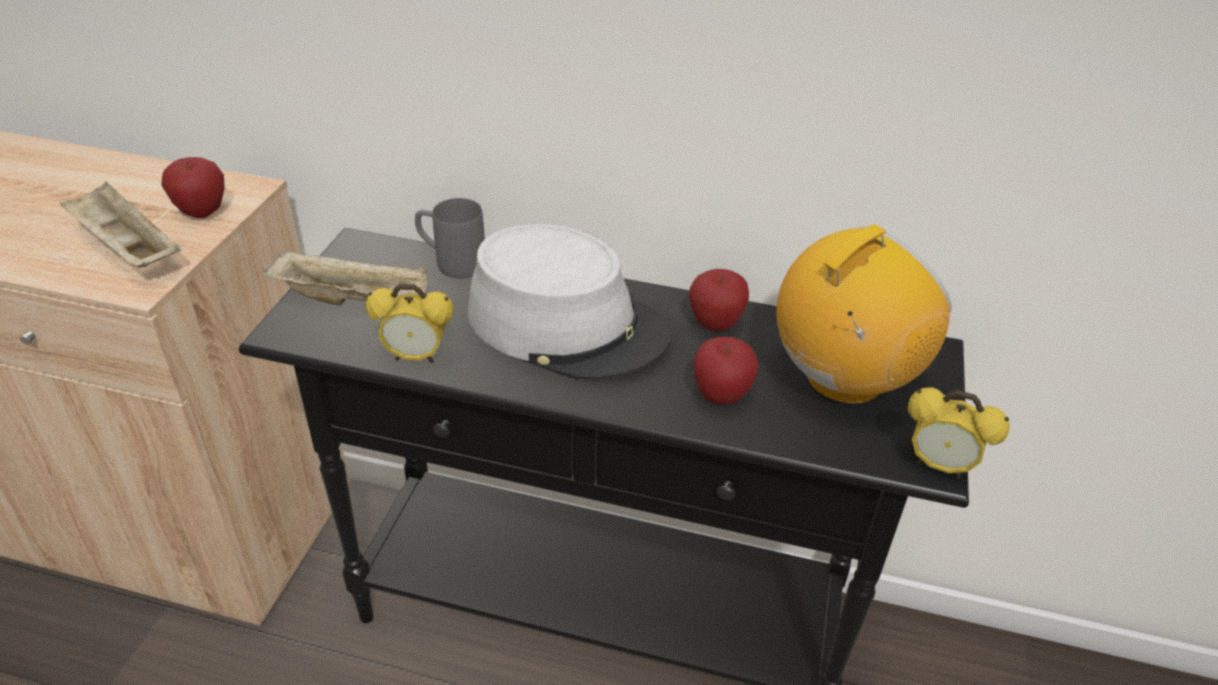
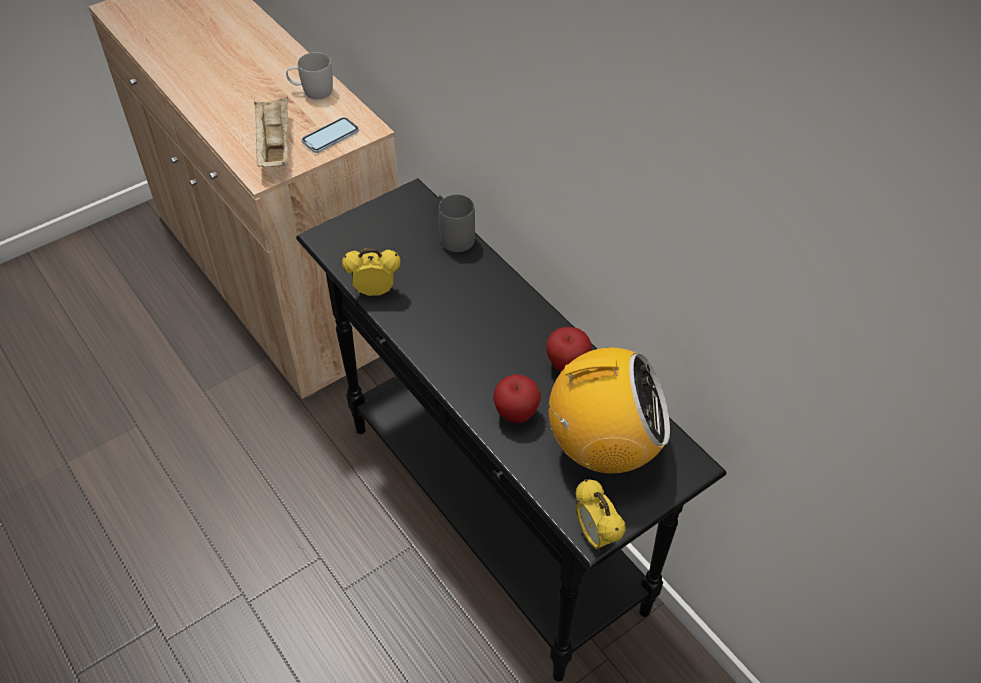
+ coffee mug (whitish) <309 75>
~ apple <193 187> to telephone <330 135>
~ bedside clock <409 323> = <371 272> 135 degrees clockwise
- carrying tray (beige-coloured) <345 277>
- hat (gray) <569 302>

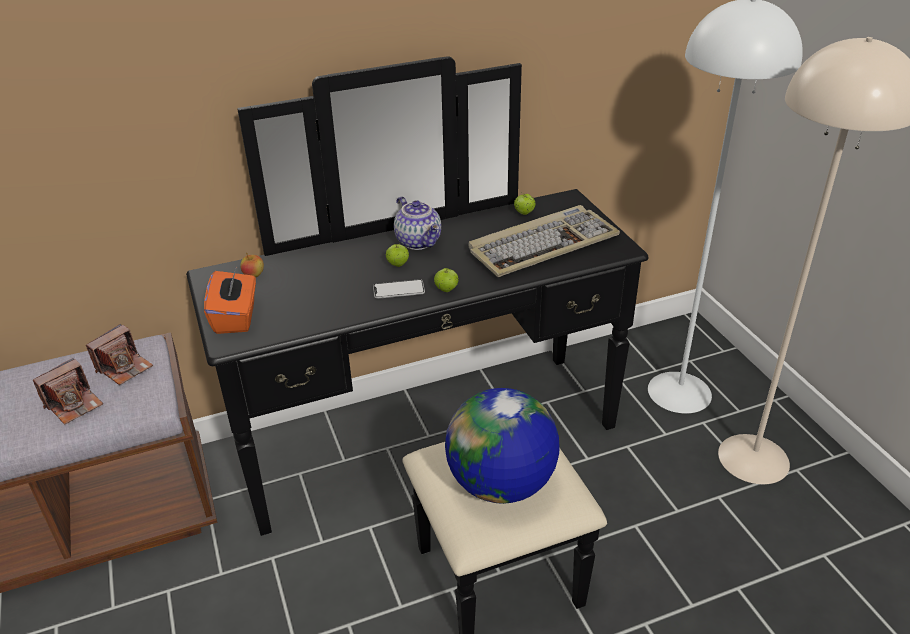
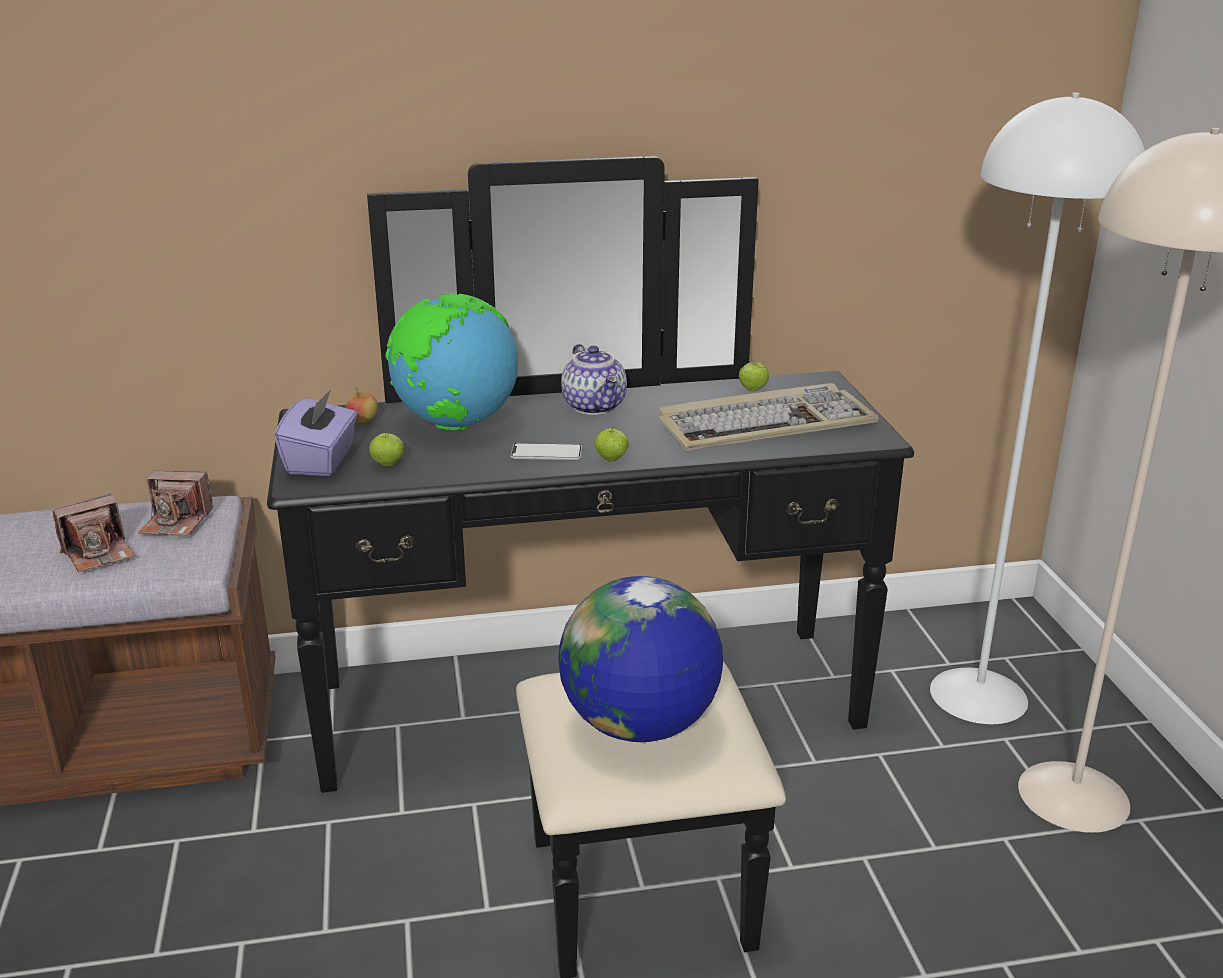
~ photo camera <119 354> = <176 503> 45 degrees clockwise
~ box of tissues (orange-coloured) <230 300> to box of tissues (purplish) <316 432>
~ apple <397 255> to <386 449>
+ desk globe <452 361>

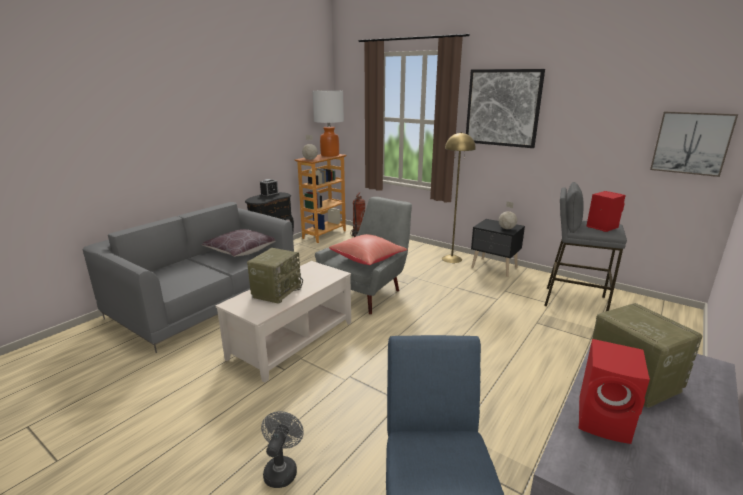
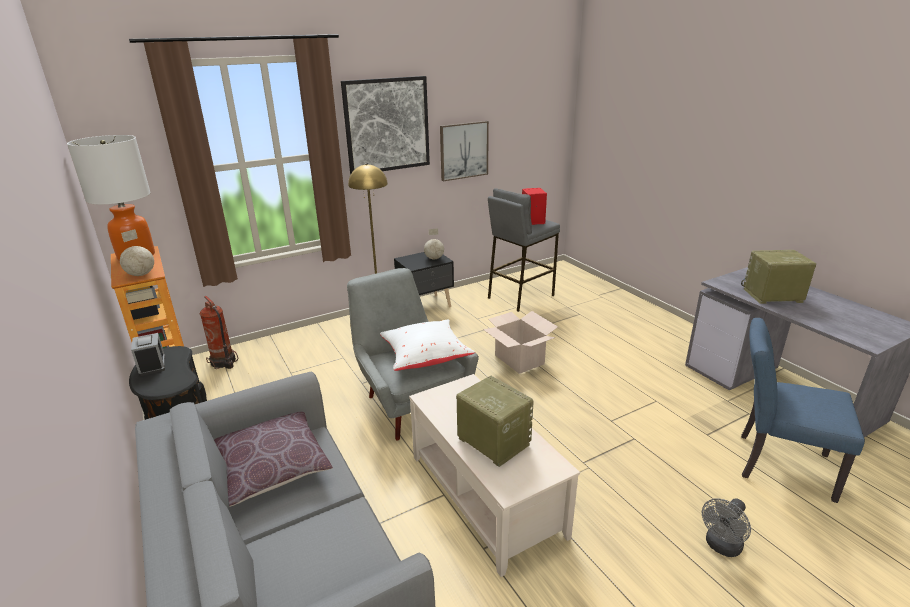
~ cushion (reddish) <368 249> to cushion (whitish) <427 345>
~ wall picture <694 144> to <464 151>
+ cardboard box <520 342>
~ electric fan (gray) <282 449> = <726 527> 75 degrees counterclockwise
- audio speaker (reddish) <614 391>

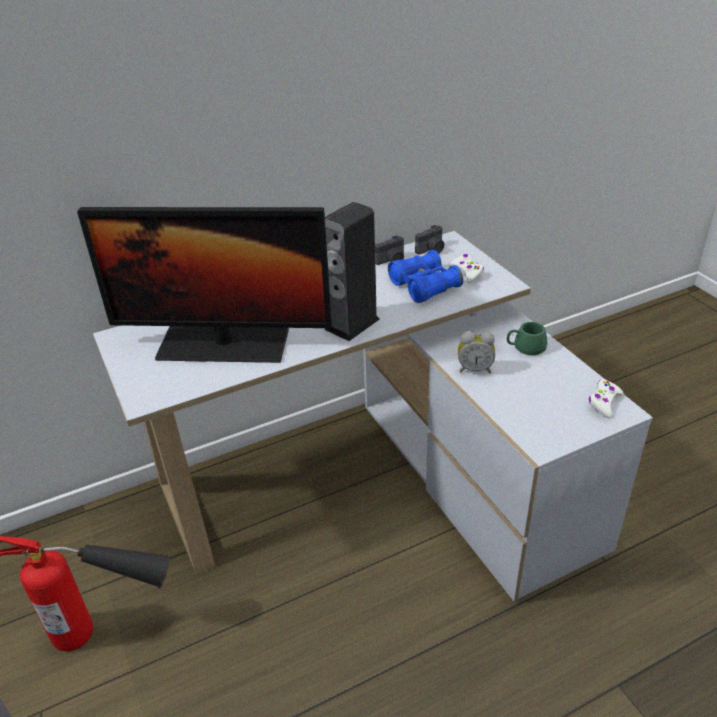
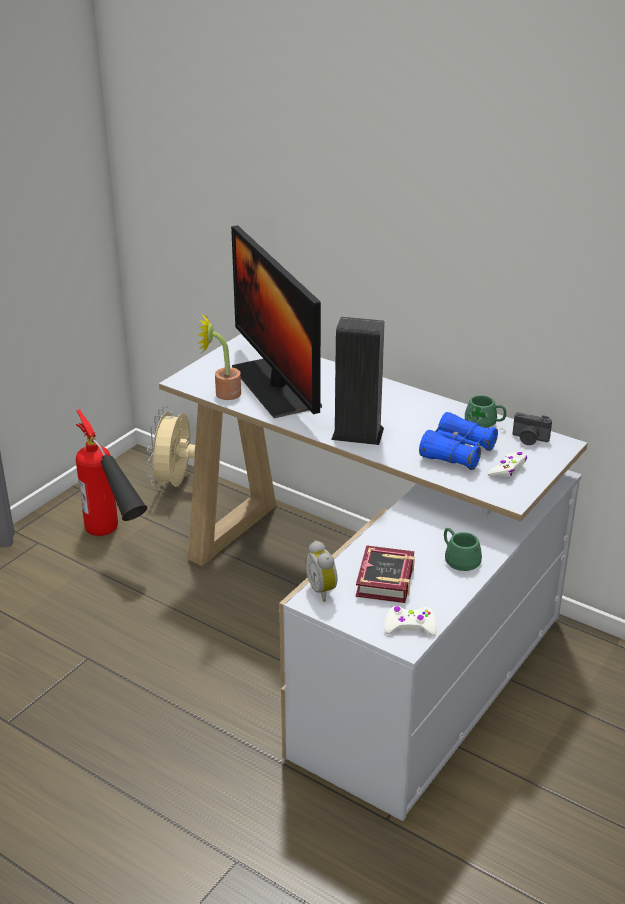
+ electric fan (beige-coloured) <171 448>
+ houseplant <219 356>
~ bedside clock <476 352> to <321 571>
+ bound book <385 574>
~ photo camera <389 250> to coffee mug (green-coloured) <485 411>

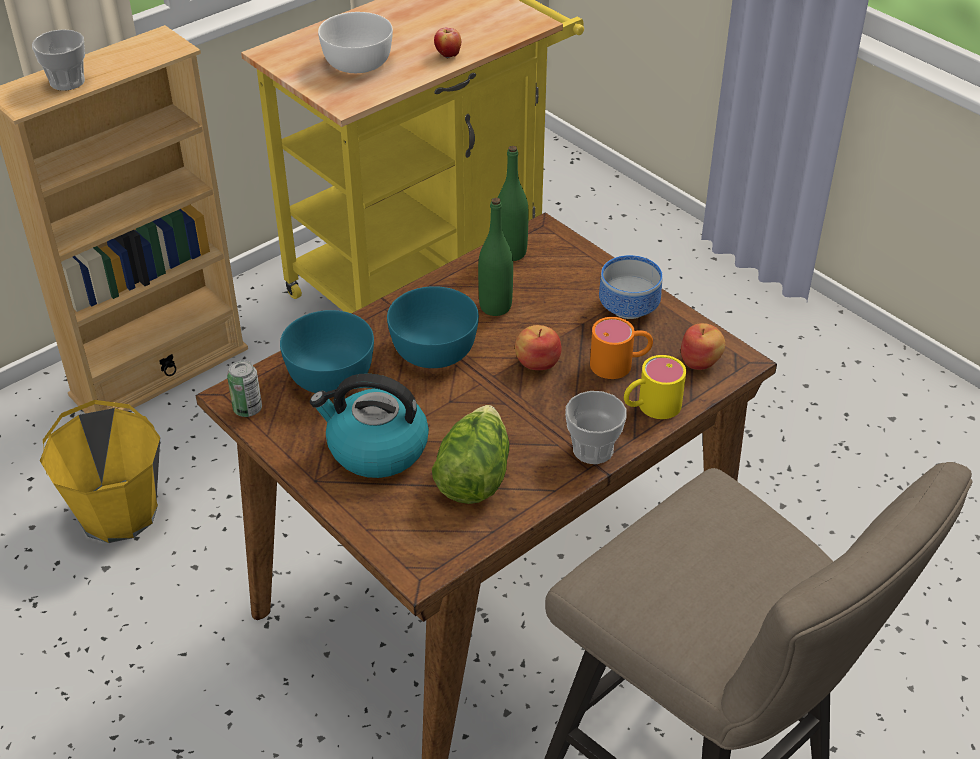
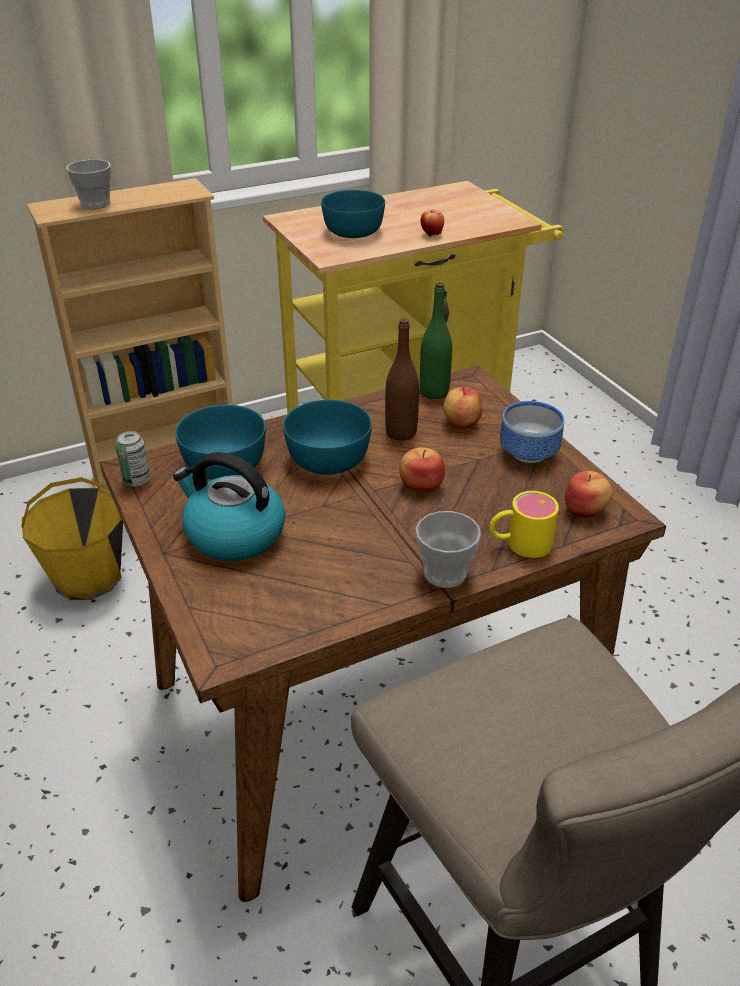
~ bowl (whitish) <355 42> to bowl (turquoise) <353 214>
~ beverage bottle (green-coloured) <495 257> to beverage bottle (brownish) <402 380>
+ apple <463 408>
- lettuce head <470 454>
- coffee mug (orange-coloured) <621 348>

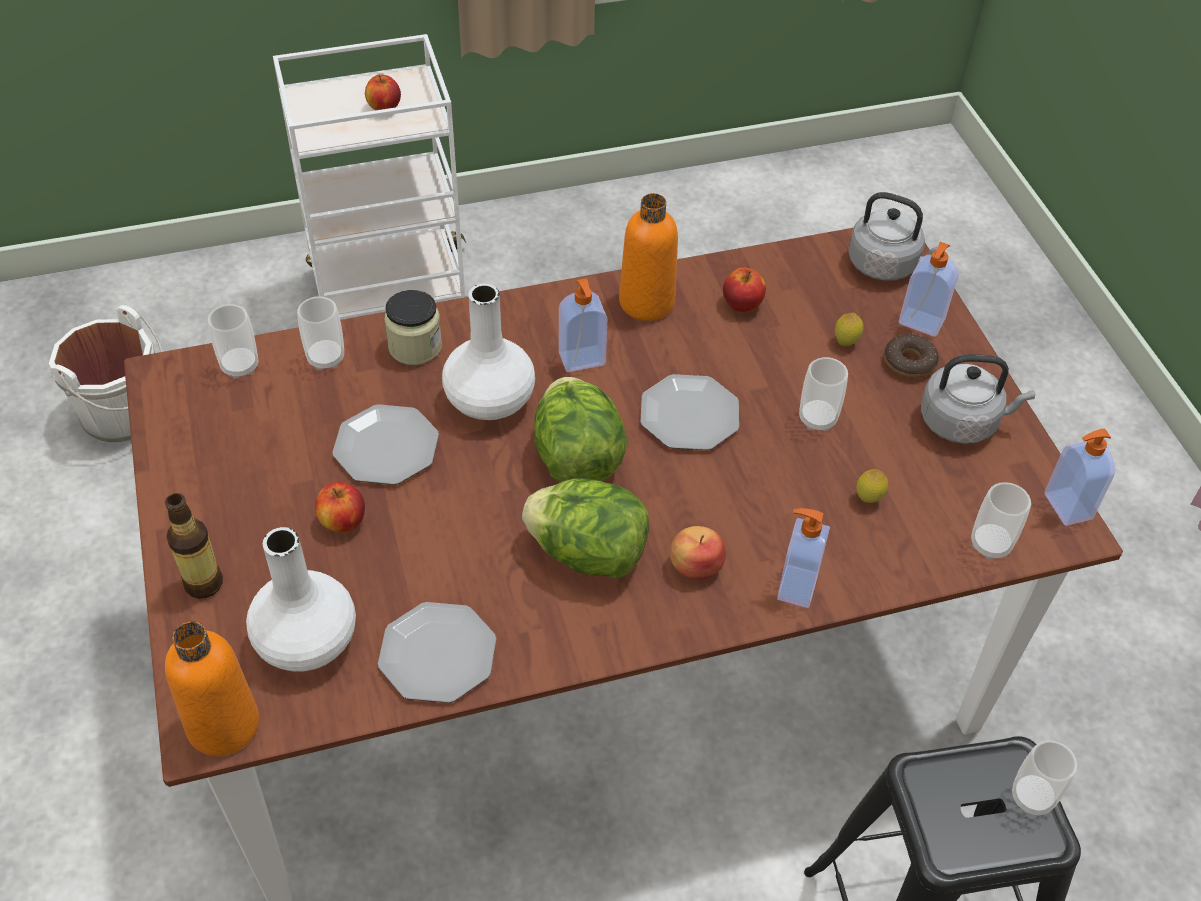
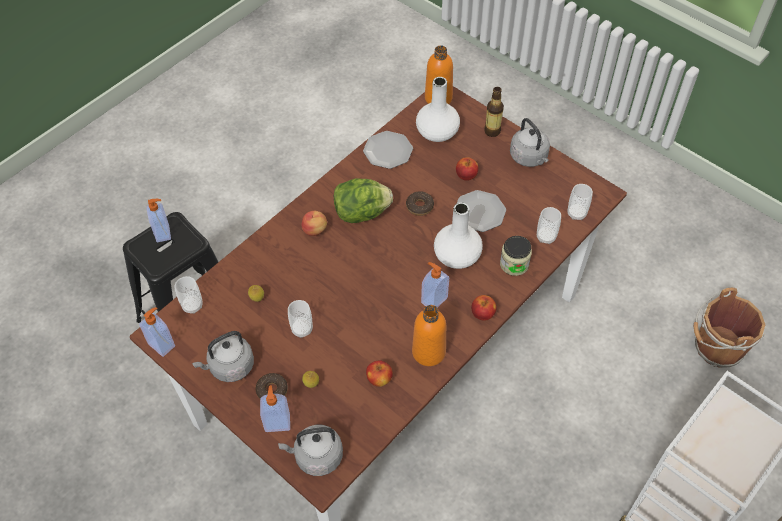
~ liquid soap bottle <803 558> to <159 220>
+ ring doughnut <420 203>
~ apple <383 92> to <484 308>
+ tea kettle (gray) <530 142>
~ pail (whitish) <106 374> to pail (brownish) <729 328>
- lettuce head <581 430>
- plate <690 412>
- cup <1044 777>

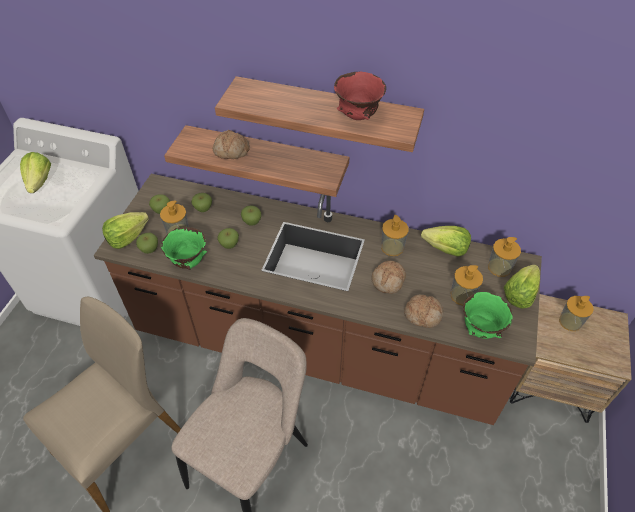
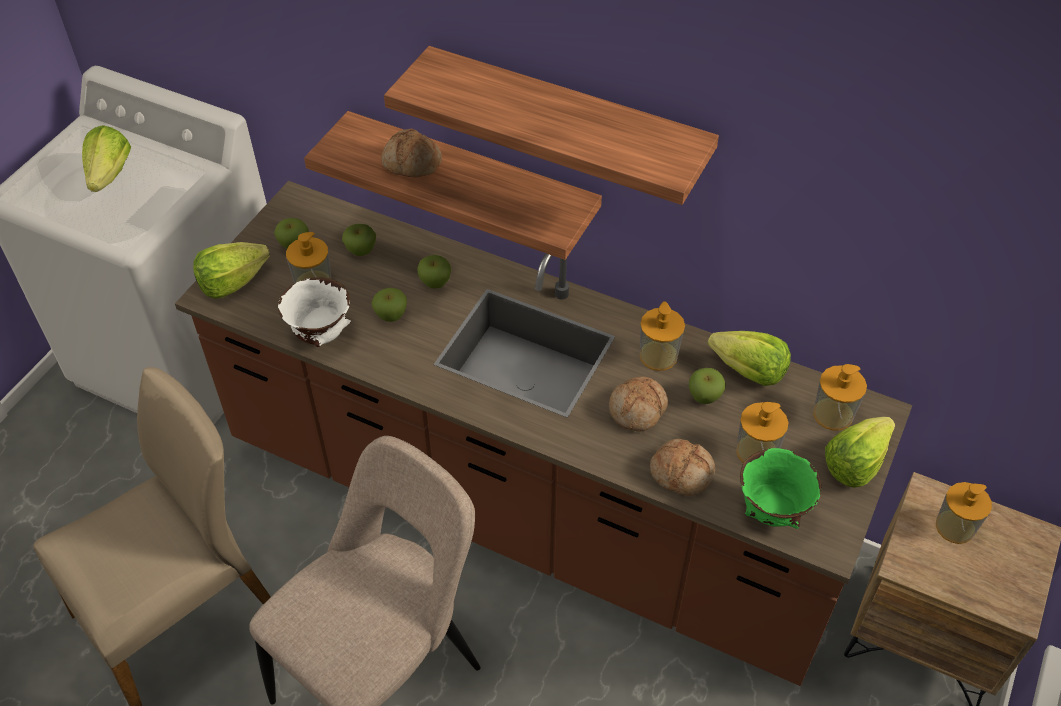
~ bowl (green-coloured) <184 248> to bowl (whitish) <314 312>
~ apple <147 243> to <707 386>
- bowl (reddish) <360 96>

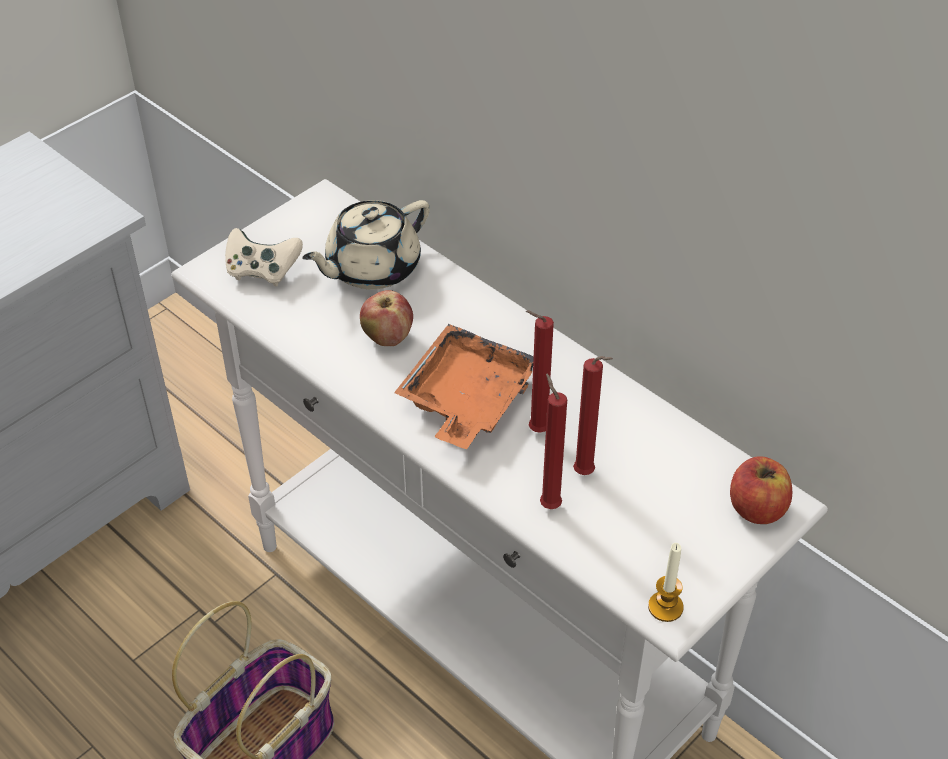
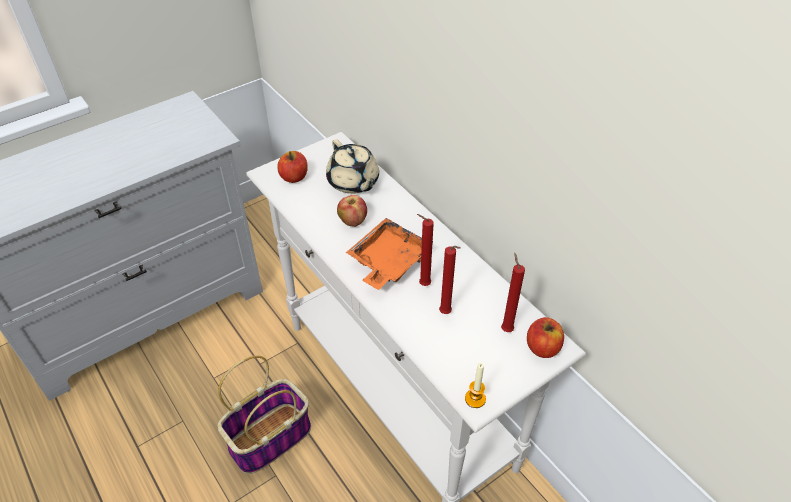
~ joypad (beige-coloured) <264 257> to apple <292 167>
~ pot for tea (beige-coloured) <366 245> = <352 166> 90 degrees counterclockwise
~ candle (reddish) <553 441> to <513 292>

